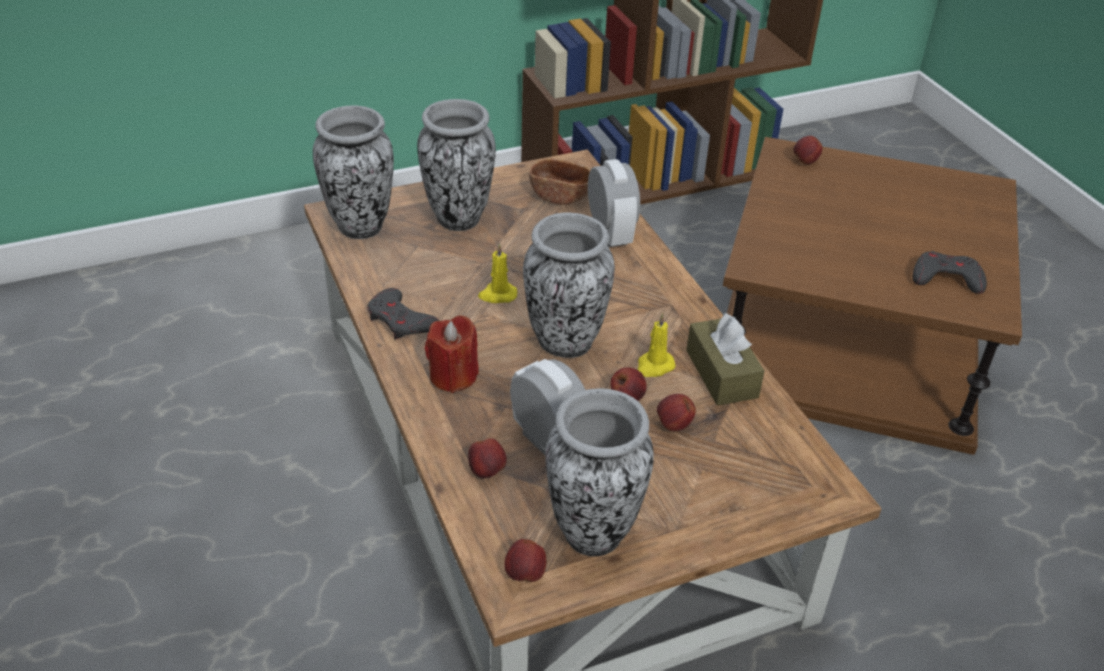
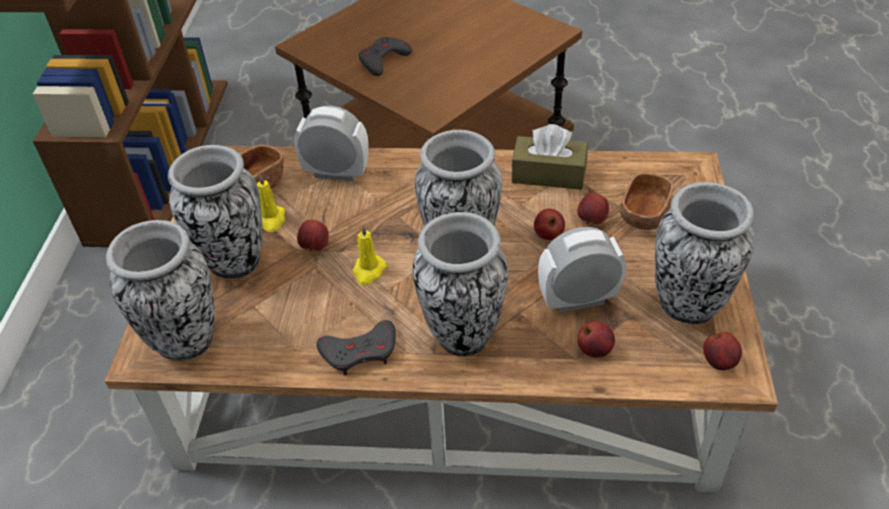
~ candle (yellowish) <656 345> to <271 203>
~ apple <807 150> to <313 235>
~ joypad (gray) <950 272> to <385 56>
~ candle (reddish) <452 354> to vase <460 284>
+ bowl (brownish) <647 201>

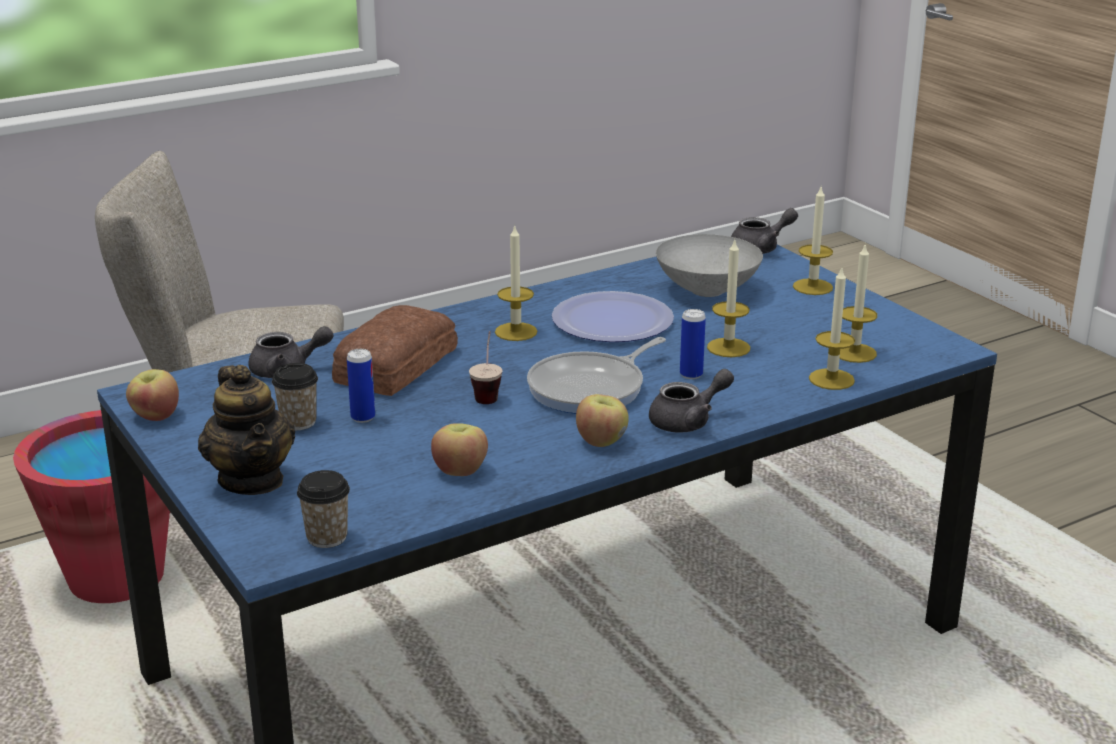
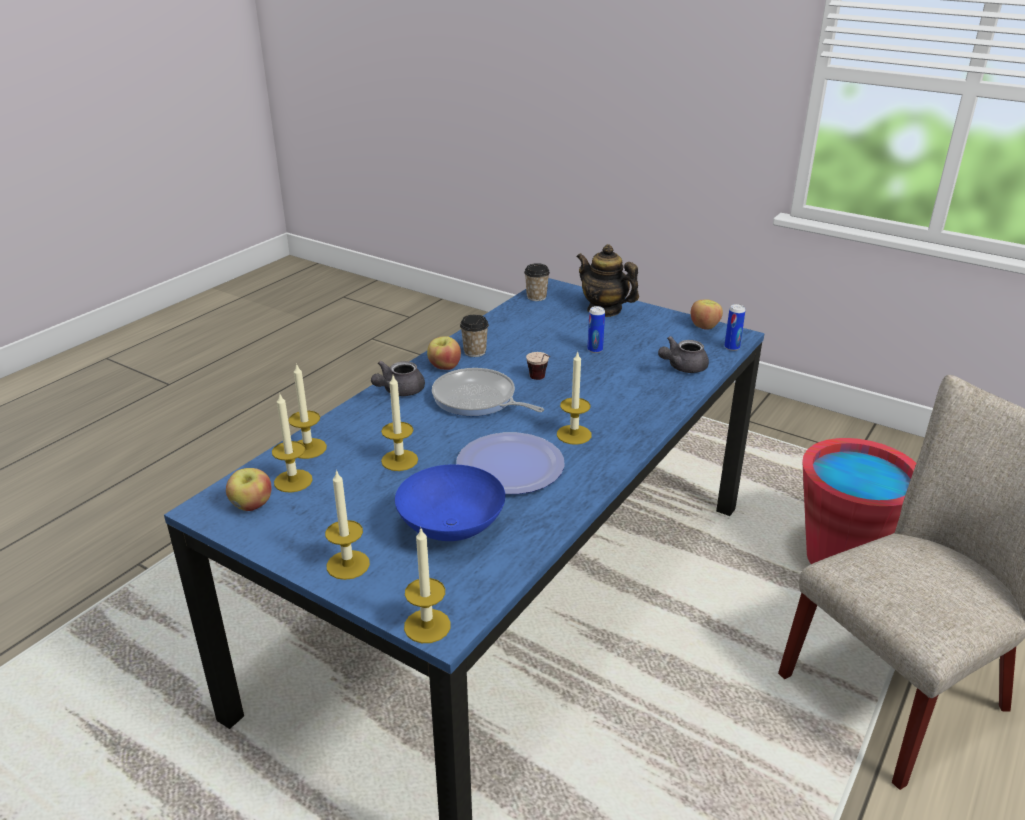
~ apple <459 449> to <249 489>
~ bowl (gray) <709 265> to bowl (blue-coloured) <450 502>
~ pot for tea (gray) <764 231> to candle <427 585>
~ frying pan <596 375> = <488 392> 75 degrees counterclockwise
~ cup <295 396> to <474 336>
~ metal can <693 344> to <735 327>
- bakery bread <395 350>

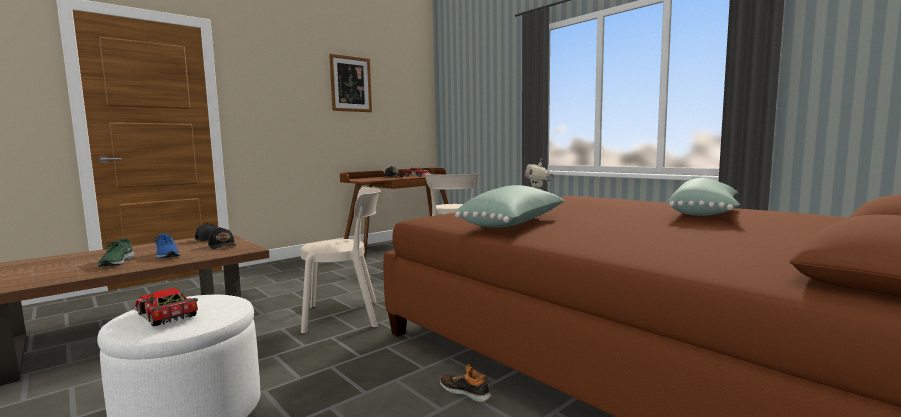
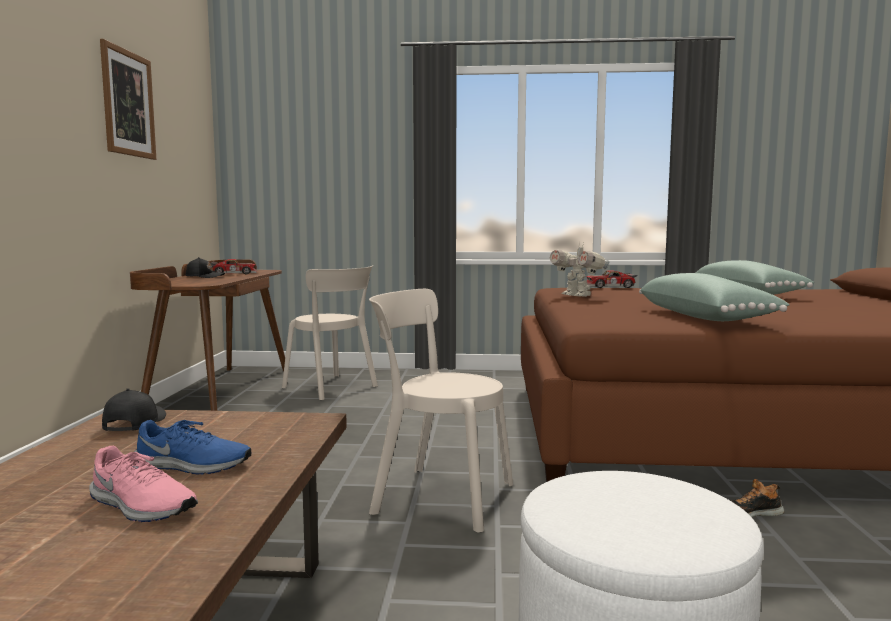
~ item of footwear (green-coloured) <116 252> to item of footwear (pink) <143 484>
~ chair (beige-coloured) <341 260> = <441 411> 105 degrees counterclockwise
~ miniature car <166 307> to <612 279>
- peaked cap (blackish) <222 238>

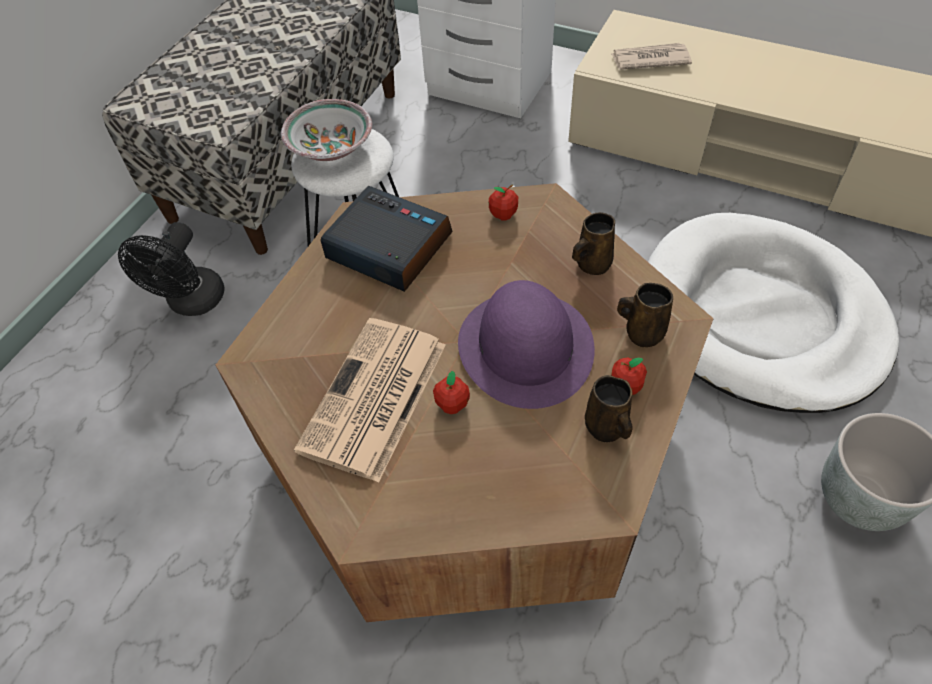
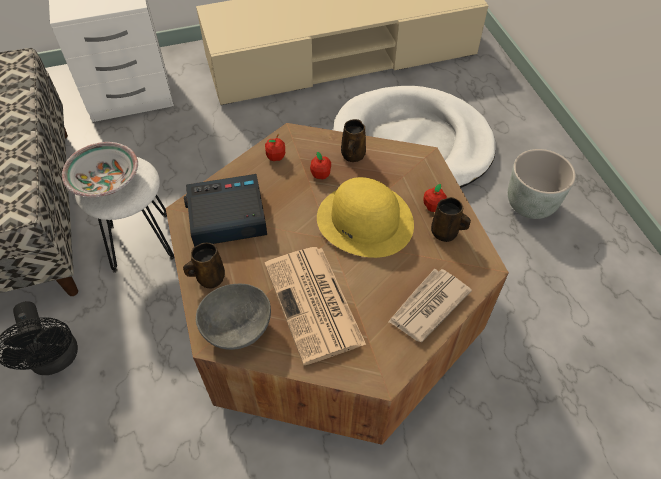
~ coffee mug (brownish) <645 315> to <204 266>
+ bowl (gray) <233 317>
~ apple <451 392> to <320 165>
~ hat (purplish) <526 344> to hat (yellowish) <365 217>
~ newspaper <651 56> to <430 305>

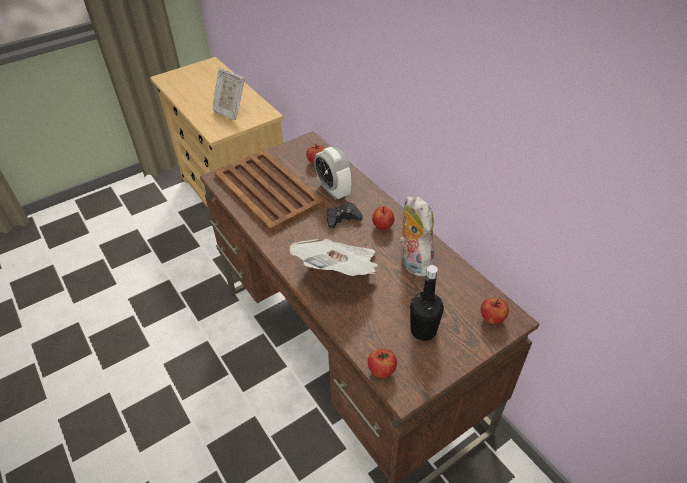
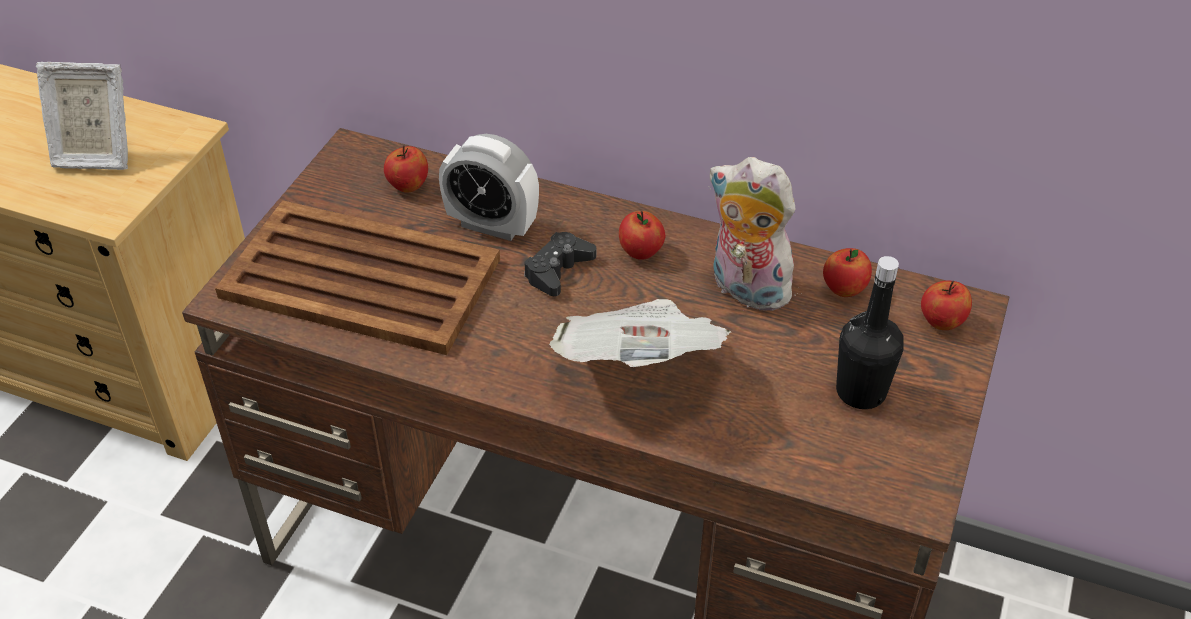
~ apple <382 363> to <847 272>

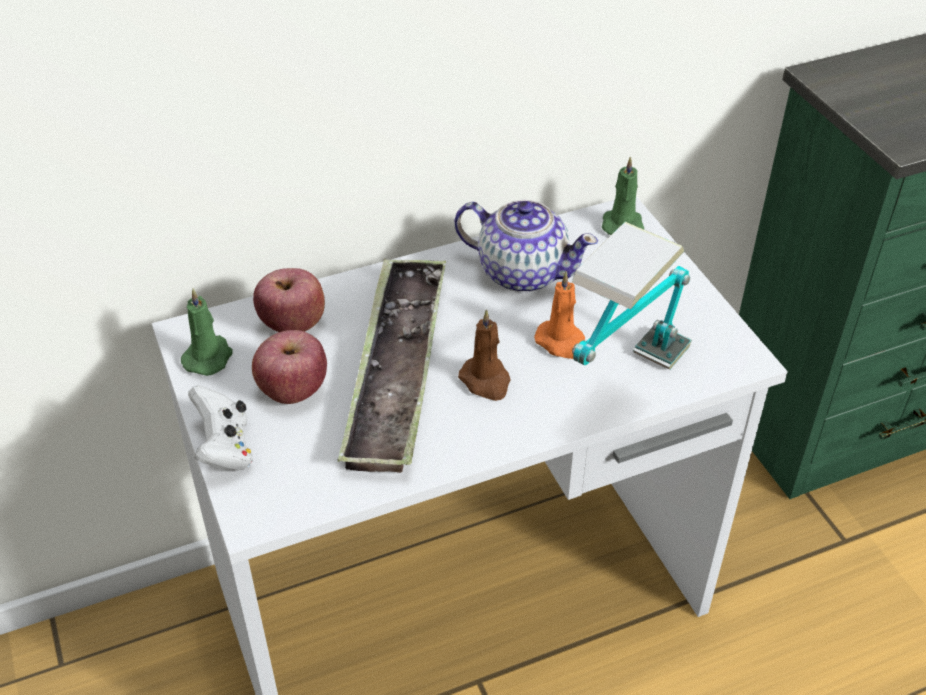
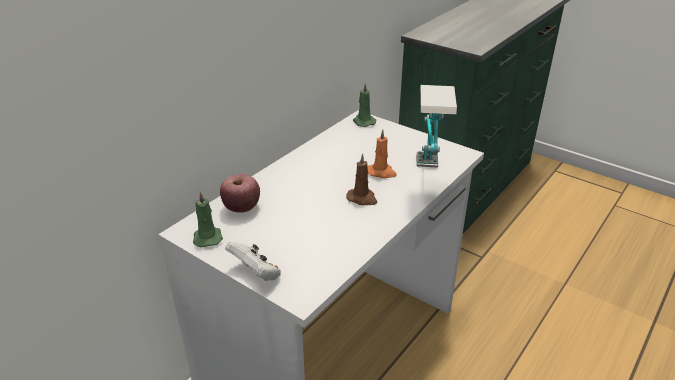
- apple <289 367>
- carrying tray <392 365>
- pot for tea <526 246>

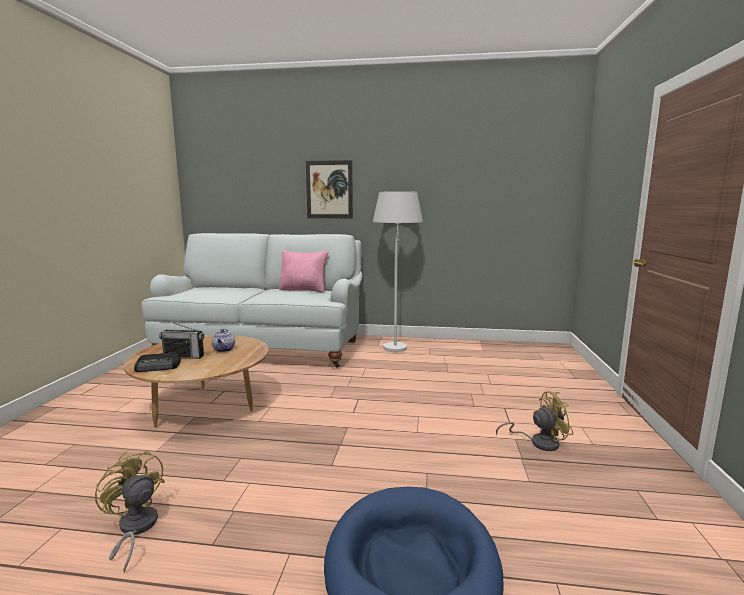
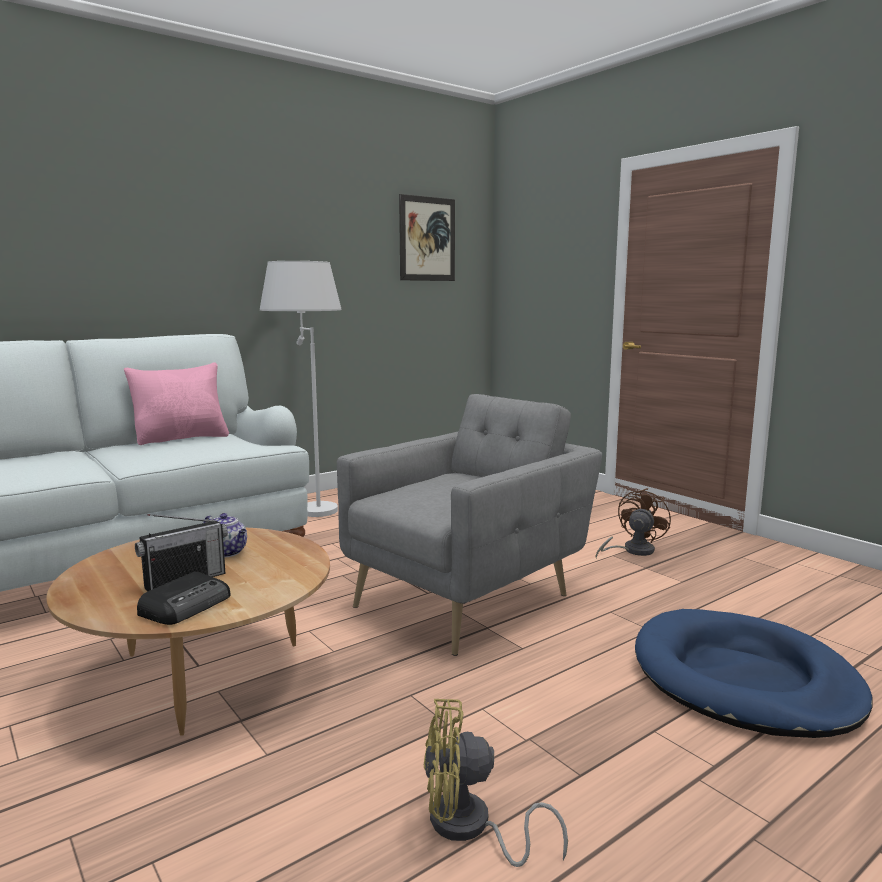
+ armchair (gray) <469 525>
~ wall picture <329 189> to <427 237>
~ electric fan (yellowish) <534 421> to electric fan (brownish) <633 523>

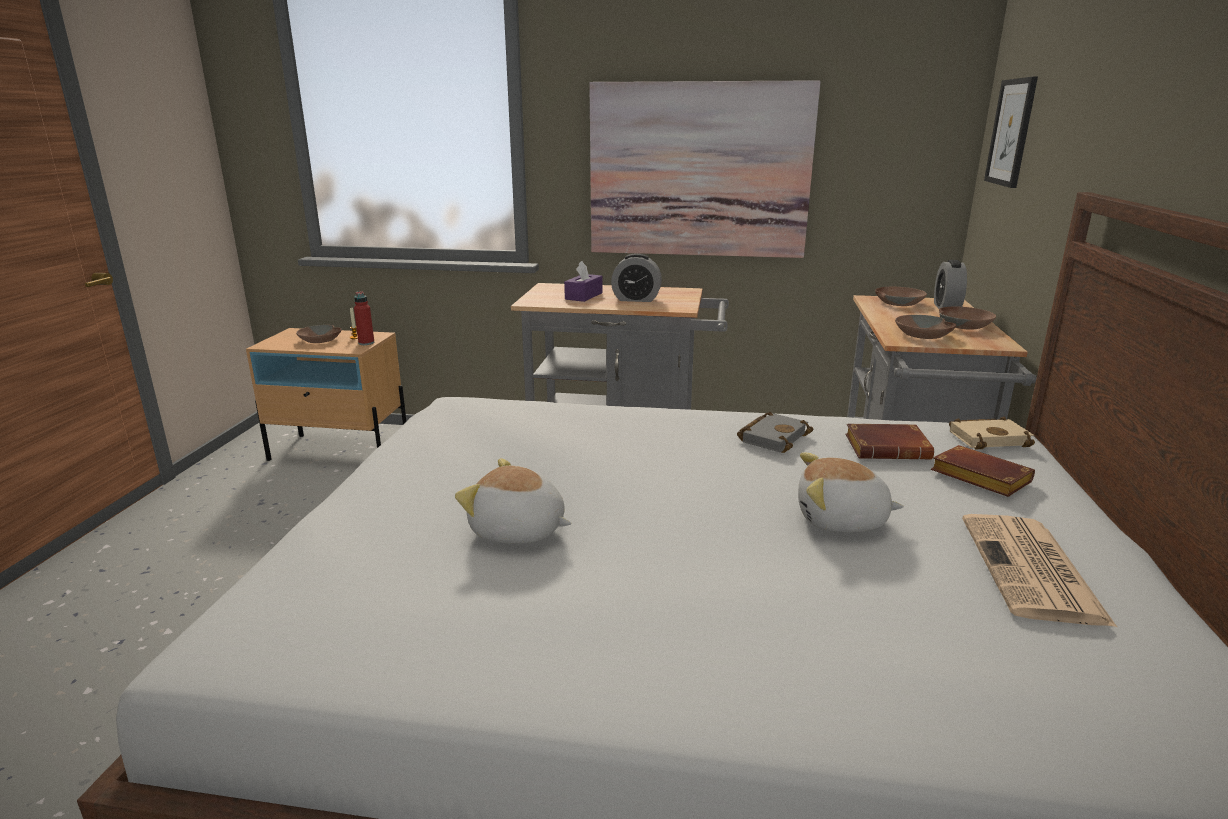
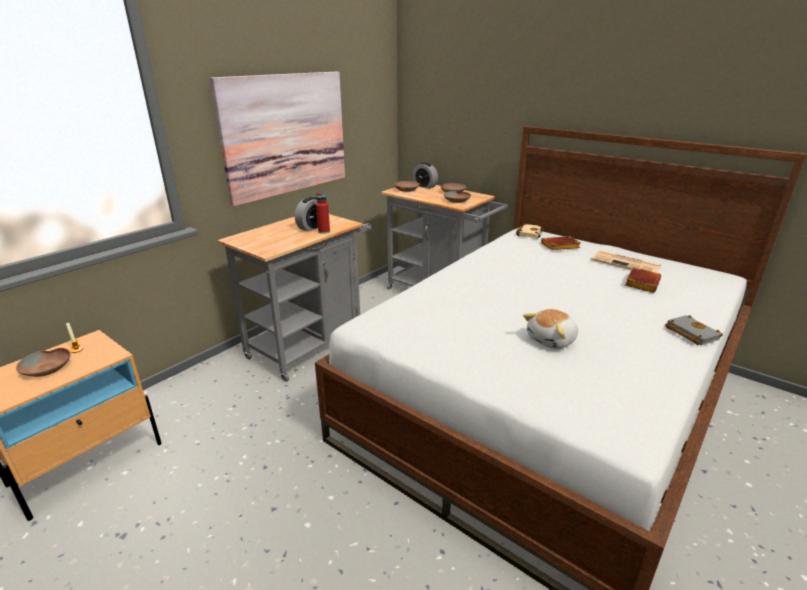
~ beverage bottle (reddish) <364 318> to <323 213>
~ bound book (brownish) <889 442> to <643 280>
~ bound book (gray) <775 432> to <694 330>
- box of tissues (purplish) <583 281>
- plush toy <851 492>
- wall picture <1011 132>

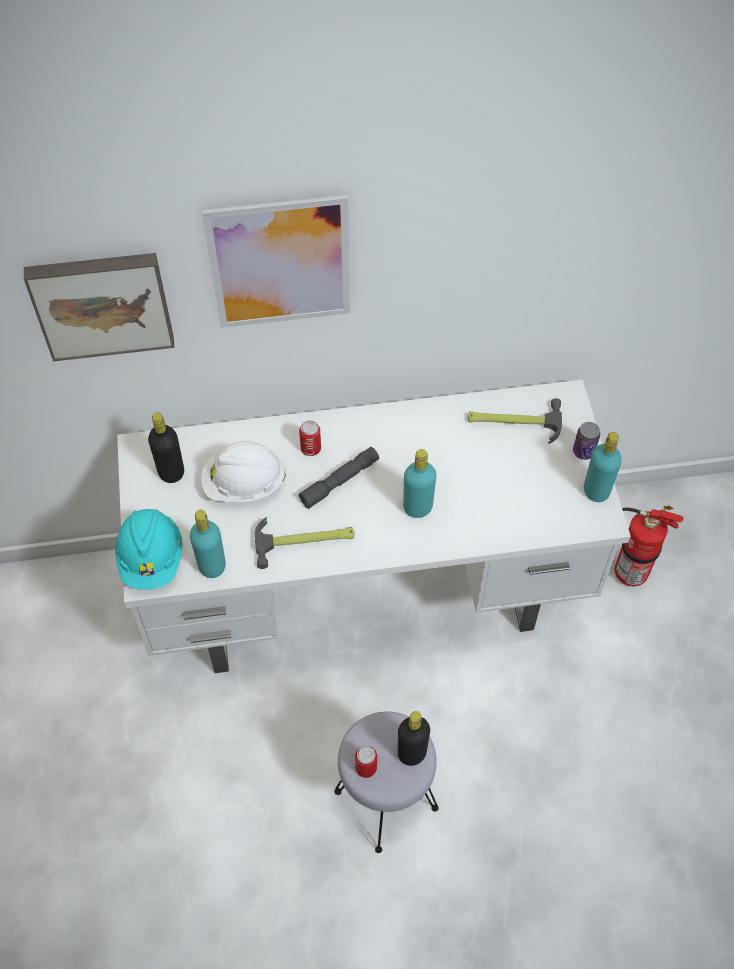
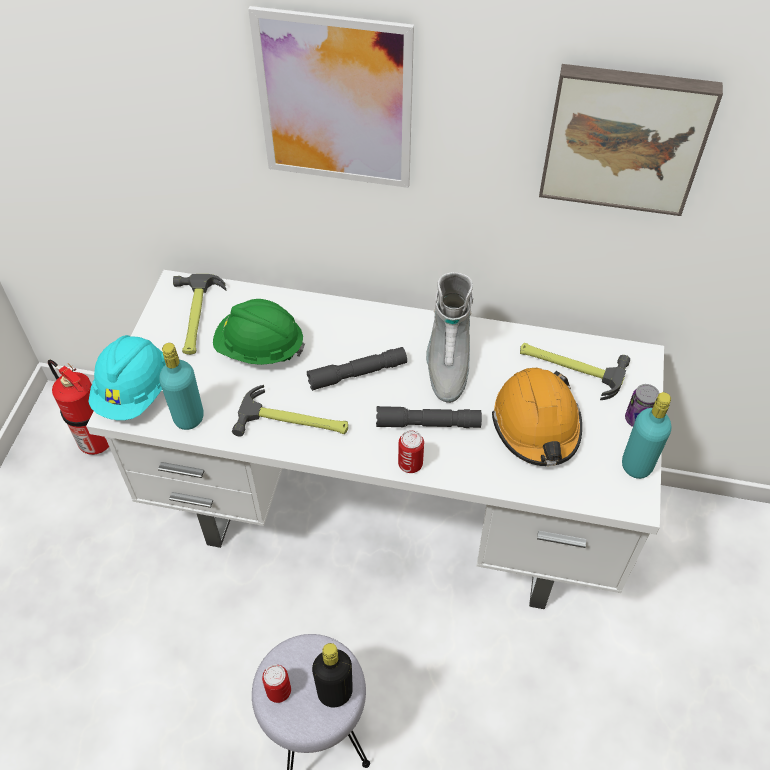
~ fire extinguisher <649 546> to <78 407>
~ beverage bottle (blackish) <166 447> to hand hammer <200 314>
~ hard hat (whitish) <243 471> to hard hat (green-coloured) <259 332>
~ beverage bottle (turquoise) <419 483> to torch (gray) <429 417>
~ metal can <310 438> to <411 451>
+ tall boot (gray) <449 337>
+ hard hat (orange-coloured) <537 417>
~ wall picture <99 307> to <631 140>

